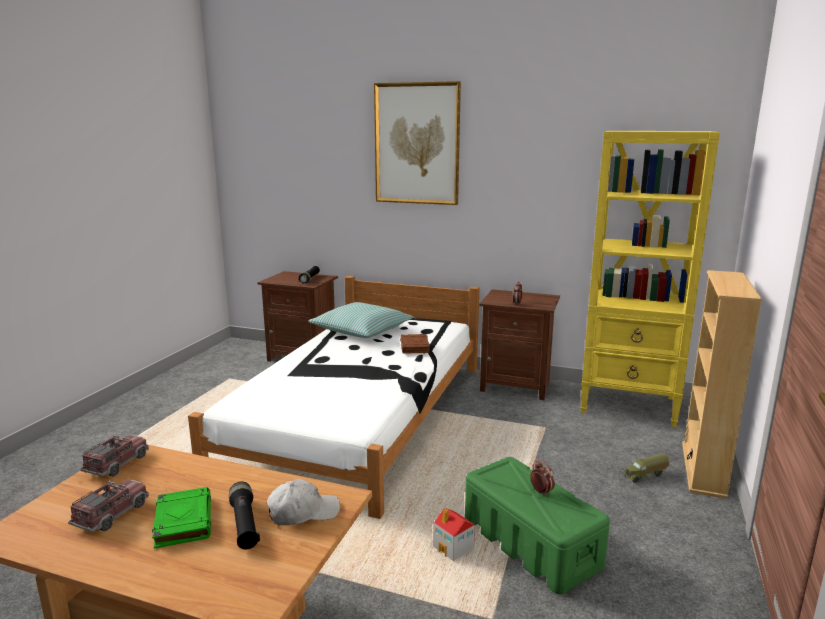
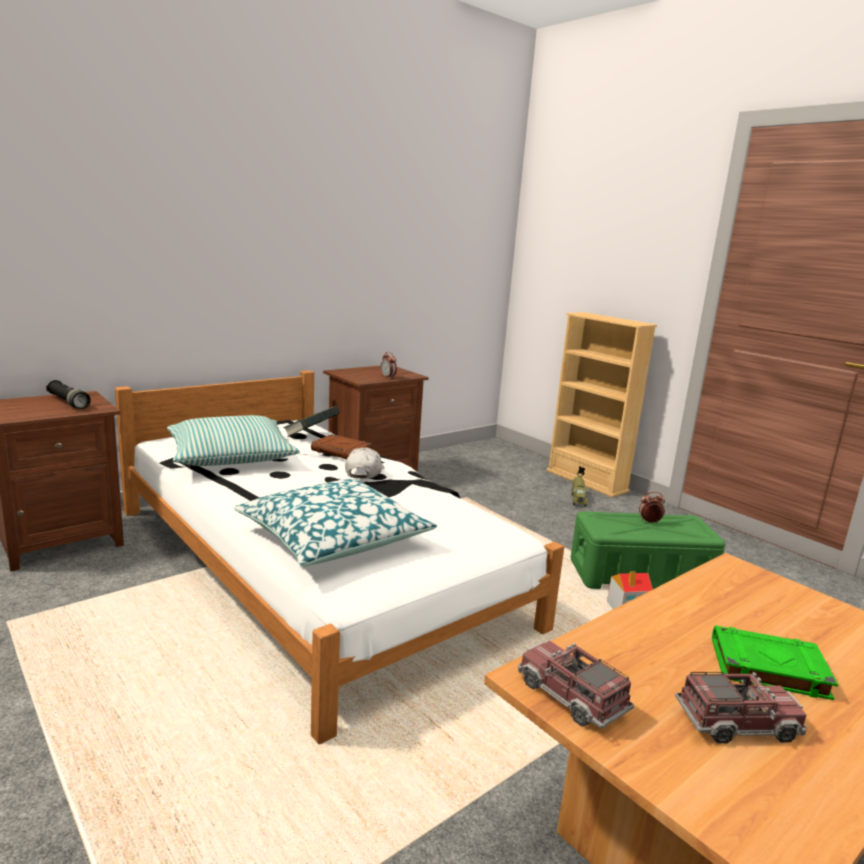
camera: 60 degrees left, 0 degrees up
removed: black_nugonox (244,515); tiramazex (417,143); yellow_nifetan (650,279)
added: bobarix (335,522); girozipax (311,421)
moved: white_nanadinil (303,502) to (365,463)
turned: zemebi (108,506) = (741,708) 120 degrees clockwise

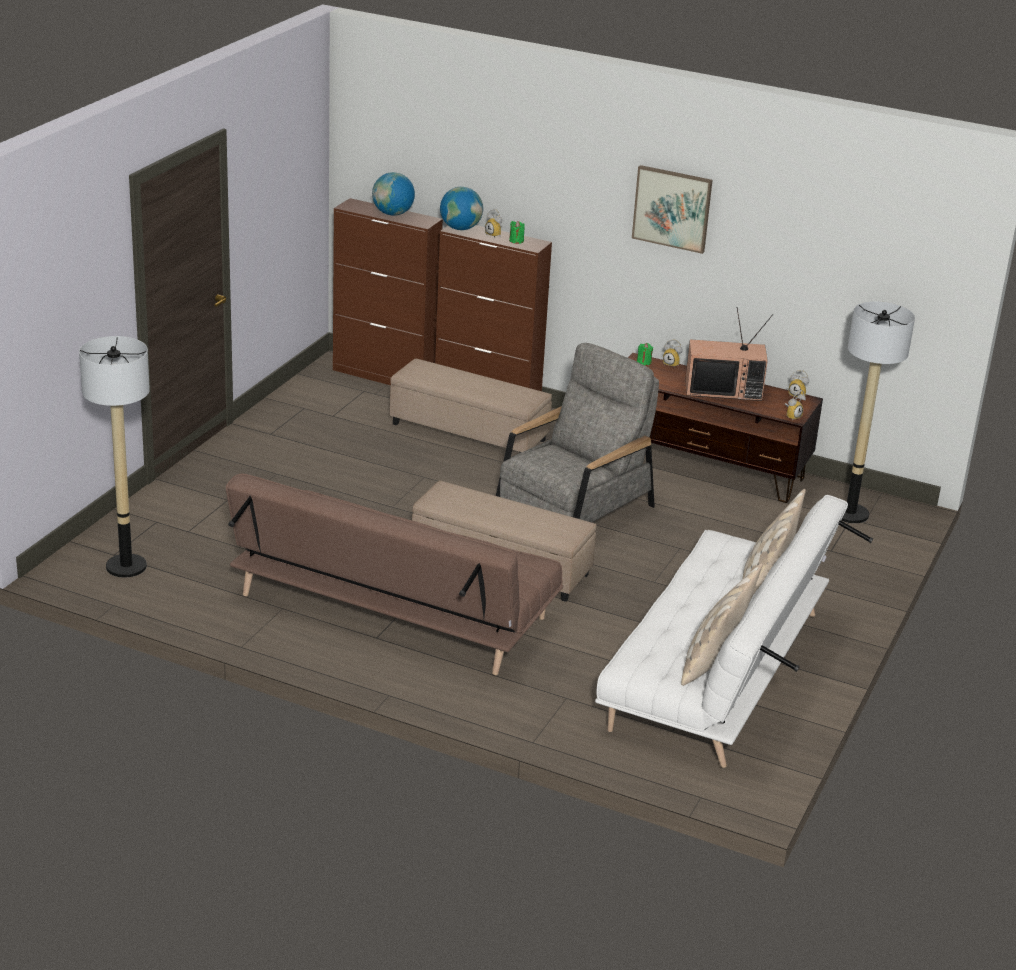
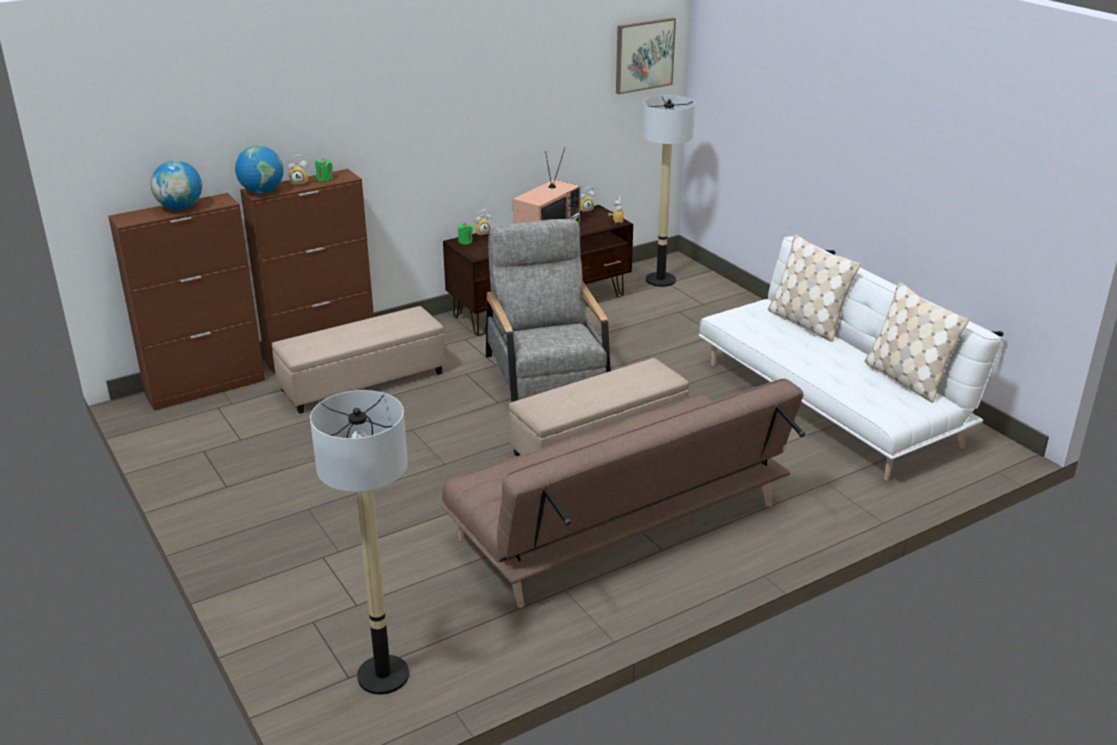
camera: 55 degrees left, 0 degrees up
moved: tiramazex (672,209) to (646,55)

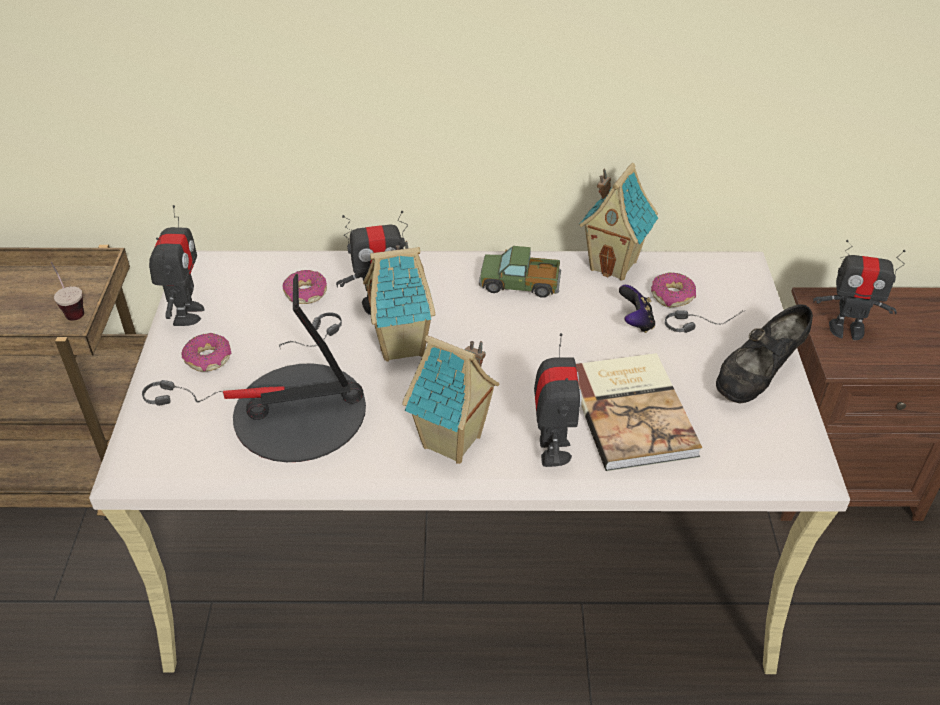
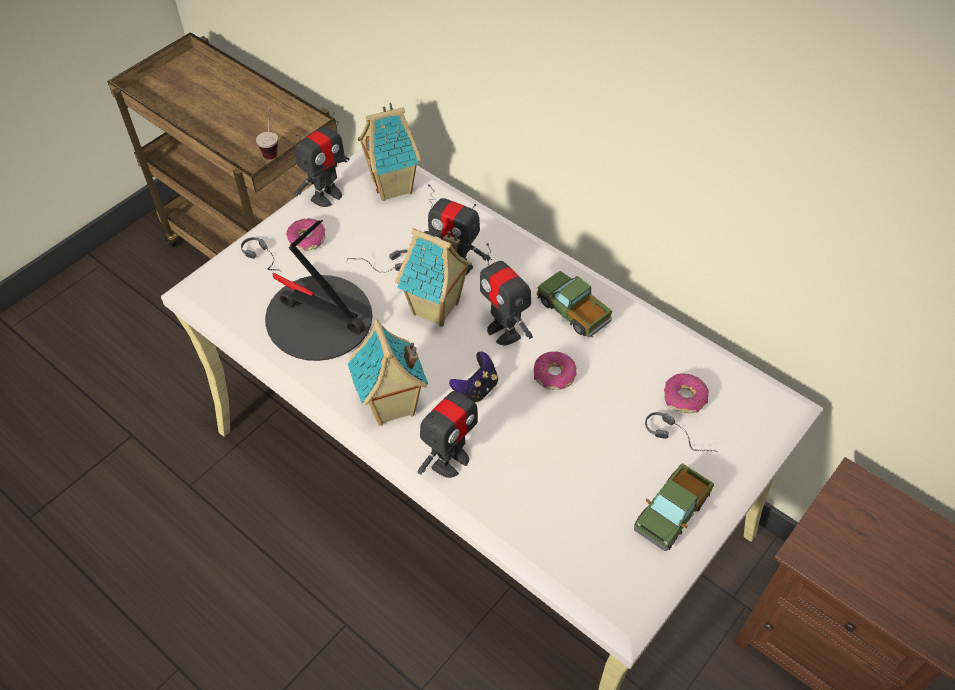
camera: 40 degrees right, 10 degrees up
removed: girozipax (639,412)
moved: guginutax (304,287) to (555,371); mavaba (618,222) to (389,151); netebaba (637,309) to (473,377); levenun (859,290) to (506,294)
replaced: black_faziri (764,354) to zemebi (674,507)

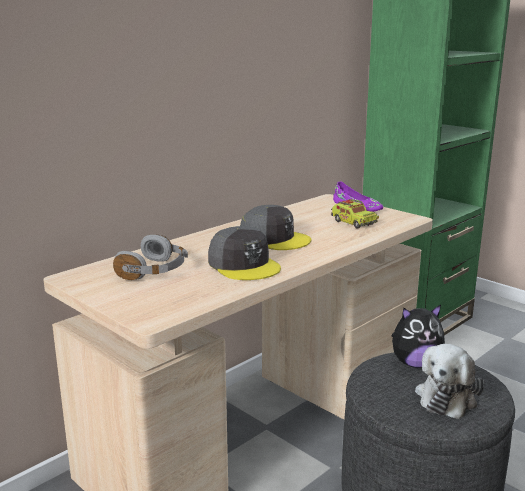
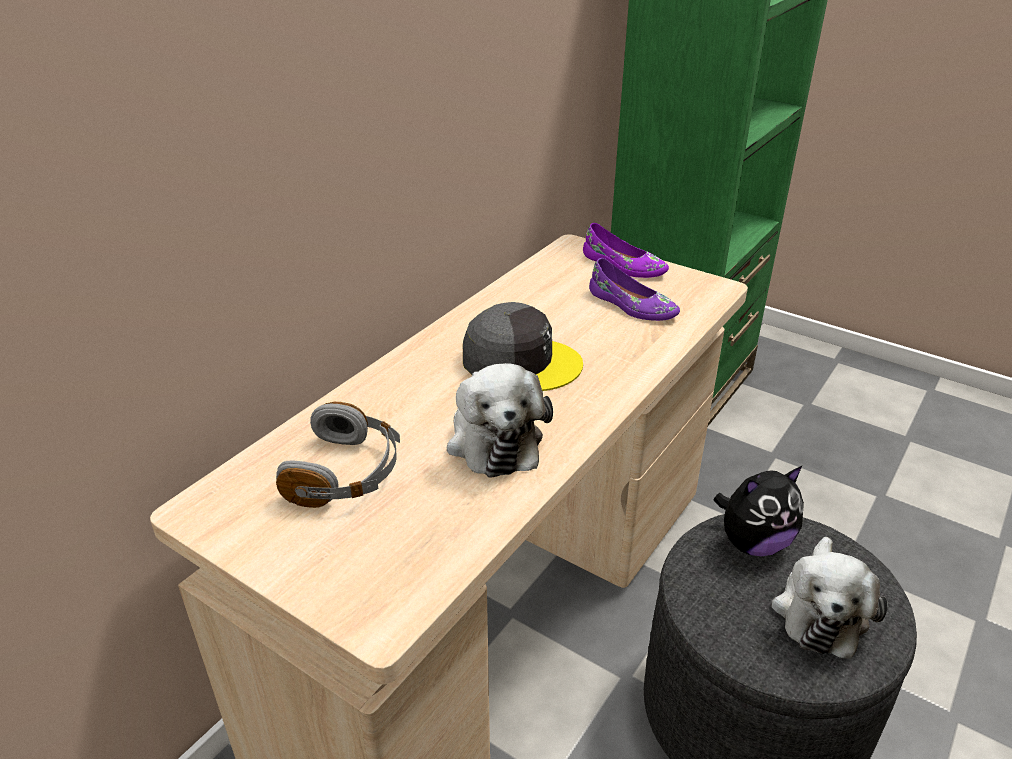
camera: 10 degrees left, 15 degrees up
replaced: grey_nanadinil (244,253) to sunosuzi (500,420); zemebi (355,214) to purple_faziri (634,289)

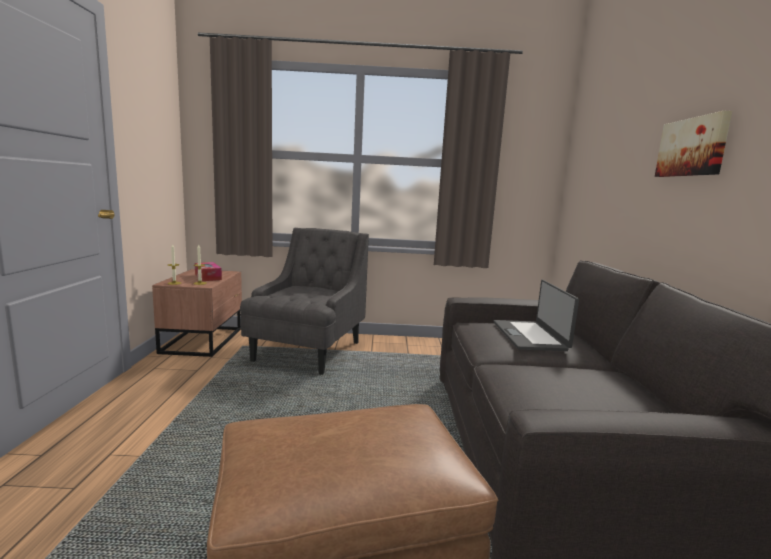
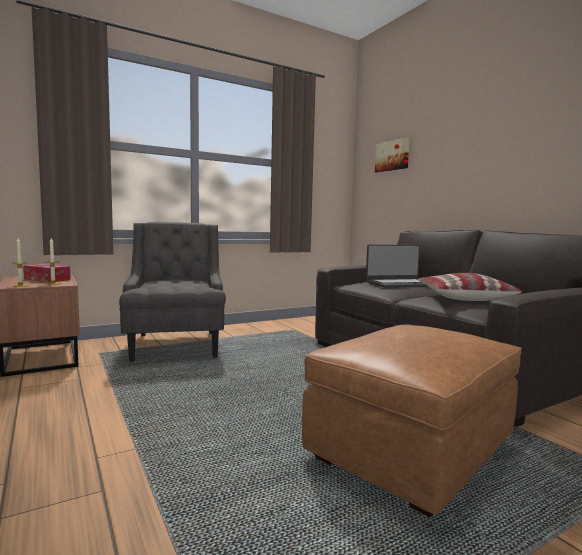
camera: 30 degrees left, 5 degrees down
added: bobarix (470,287)
moved: tiramazex (693,144) to (392,155)
turned: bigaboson (536,315) = (396,265) 75 degrees counterclockwise

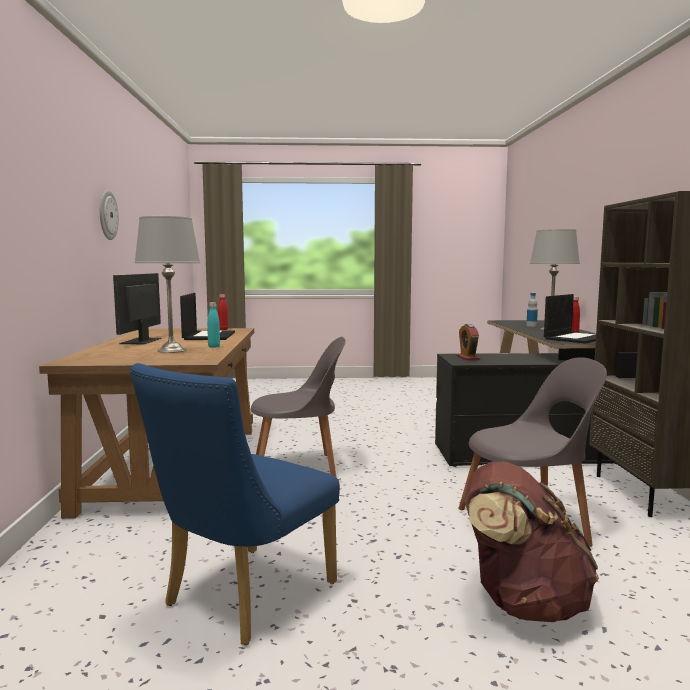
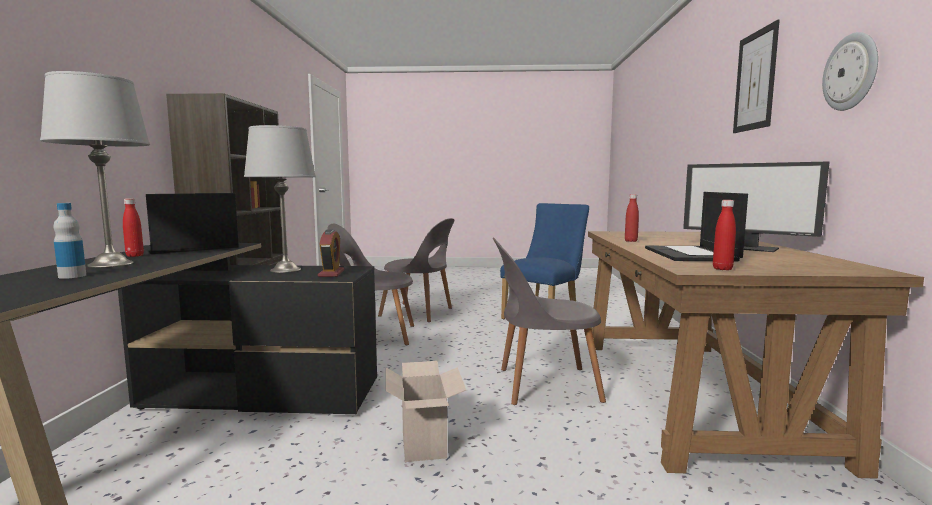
camera: 175 degrees left, 0 degrees up
added: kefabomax (426,411); tiramazex (756,76)
moved: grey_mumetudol (167,284) to (280,199)
replaced: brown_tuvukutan (531,542) to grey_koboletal (416,270)
recoloured: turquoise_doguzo (213,325) to red_doguzo (632,218)
turned: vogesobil (137,308) = (756,206) 120 degrees clockwise

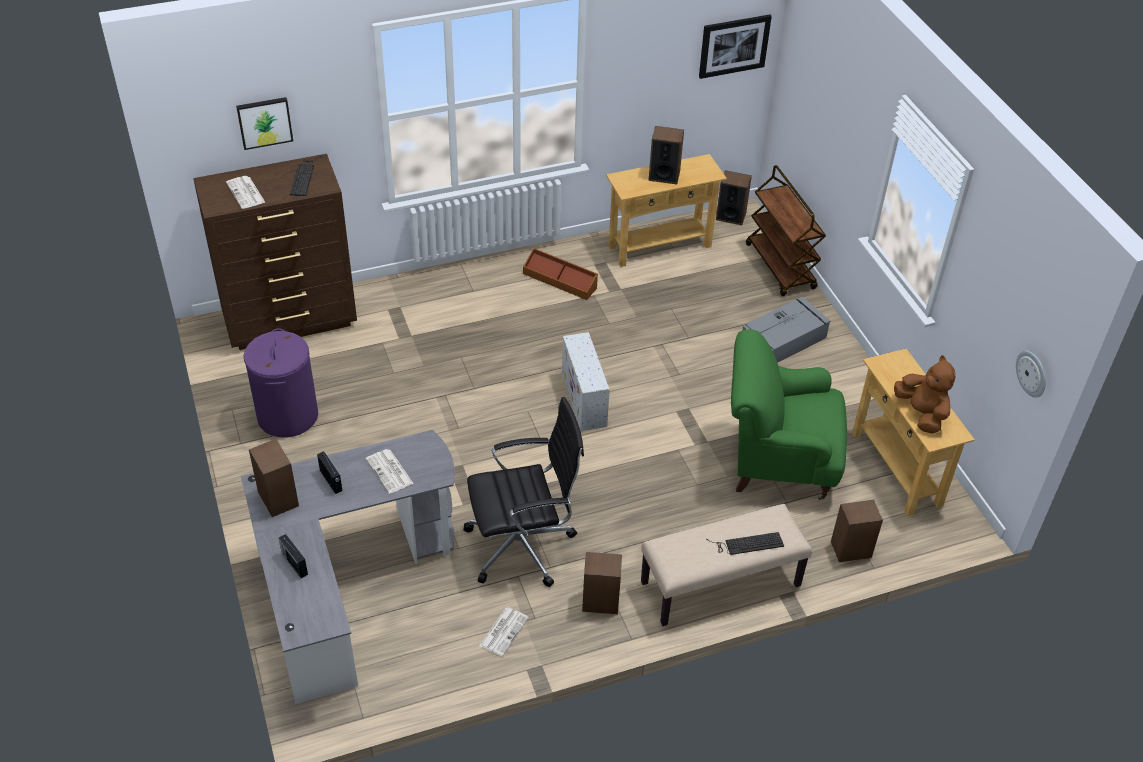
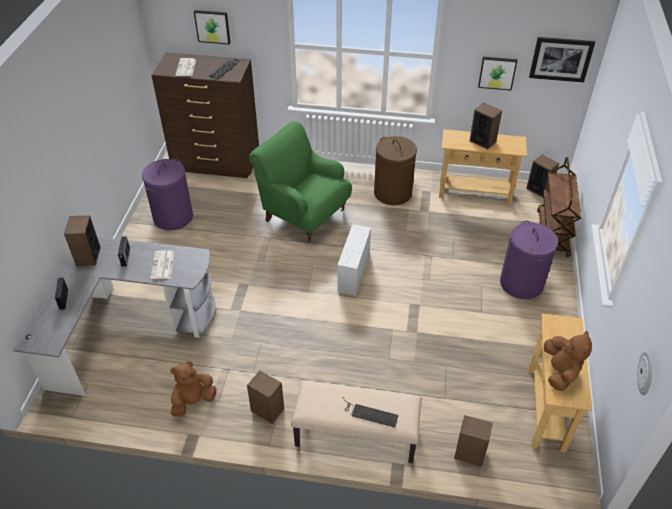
camera: 30 degrees right, 0 degrees up
removed: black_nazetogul (523,492)
added: tiramazex (497,74)
moved: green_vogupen (789,414) to (300,181)
replaced: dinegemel (504,631) to brown_sunosuzi (193,389); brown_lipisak (560,274) to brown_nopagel (395,170); grey_lipisak (787,330) to purple_nopagel (529,260)

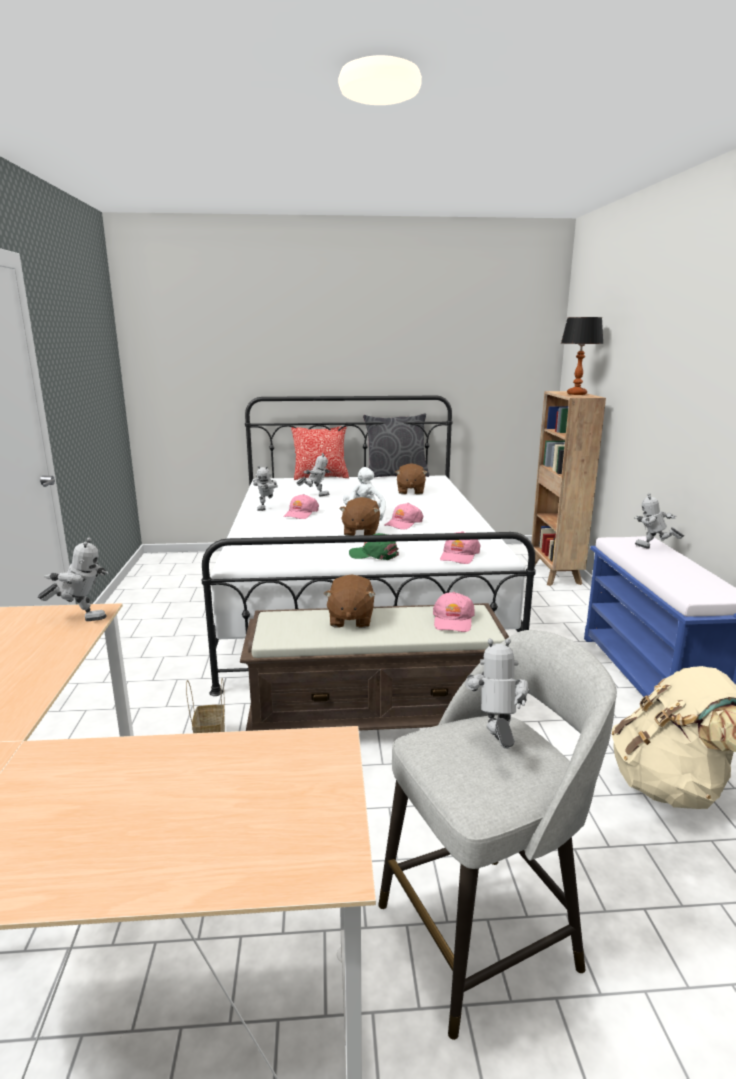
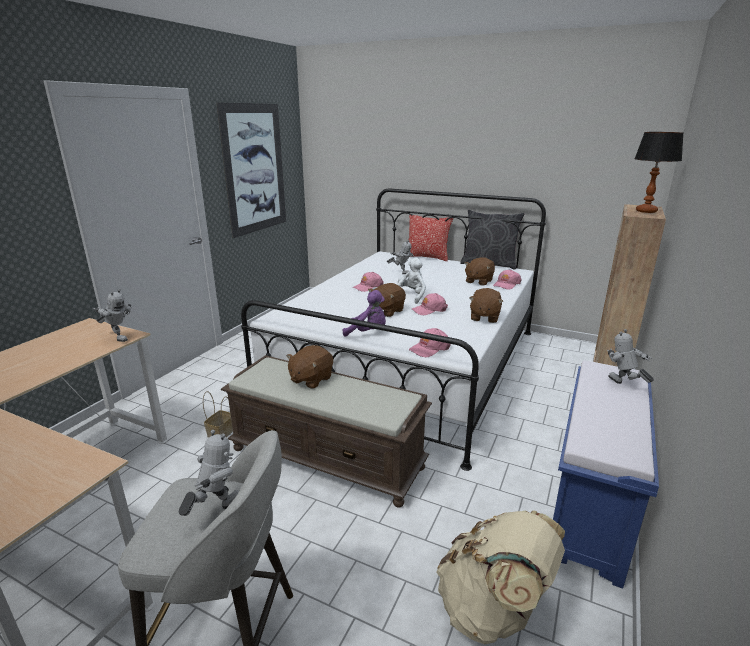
camera: 30 degrees right, 5 degrees up
removed: levenun (265,488)
added: tiramazex (251,170); brown_sunosuzi (486,305)
moved: pink_nanadinil (454,612) to (507,279)
replaced: green_nanadinil (374,546) to purple_sunosuzi (364,313)

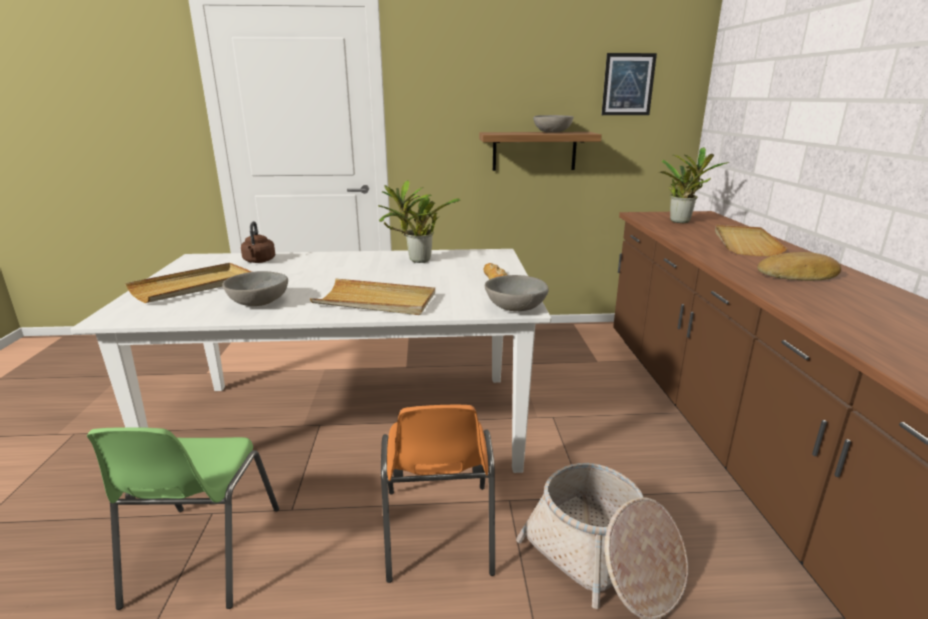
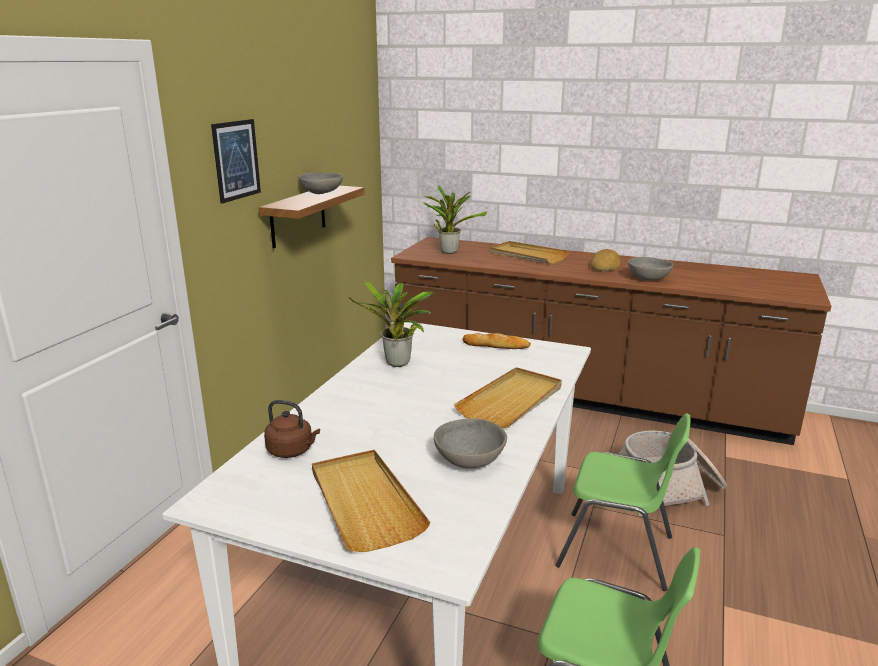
camera: 65 degrees left, 0 degrees up
moved: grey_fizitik (517,293) to (650,269); tiramazex (629,84) to (236,161)
recoloured: orange_koboletal (438,494) to green_koboletal (622,502)

